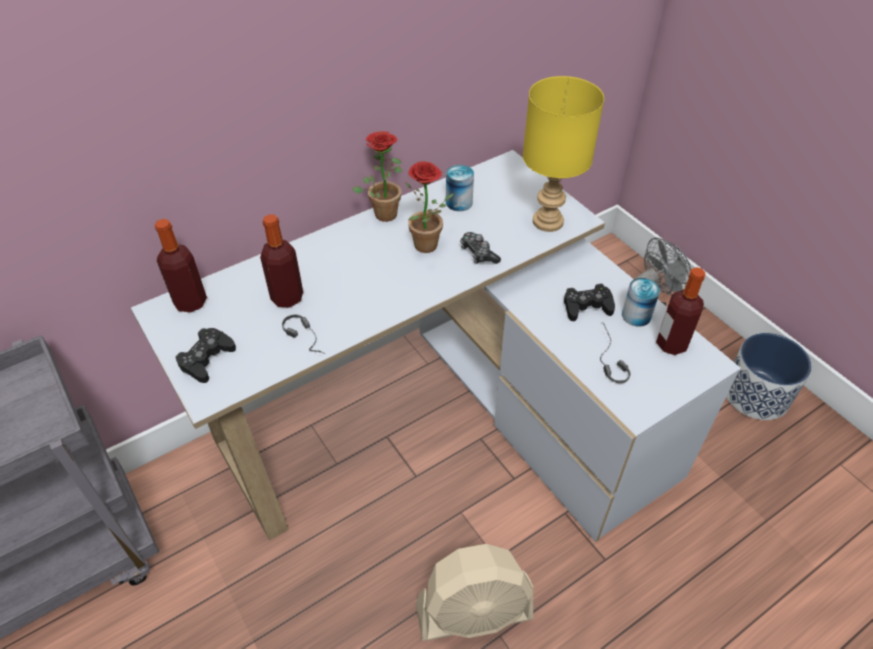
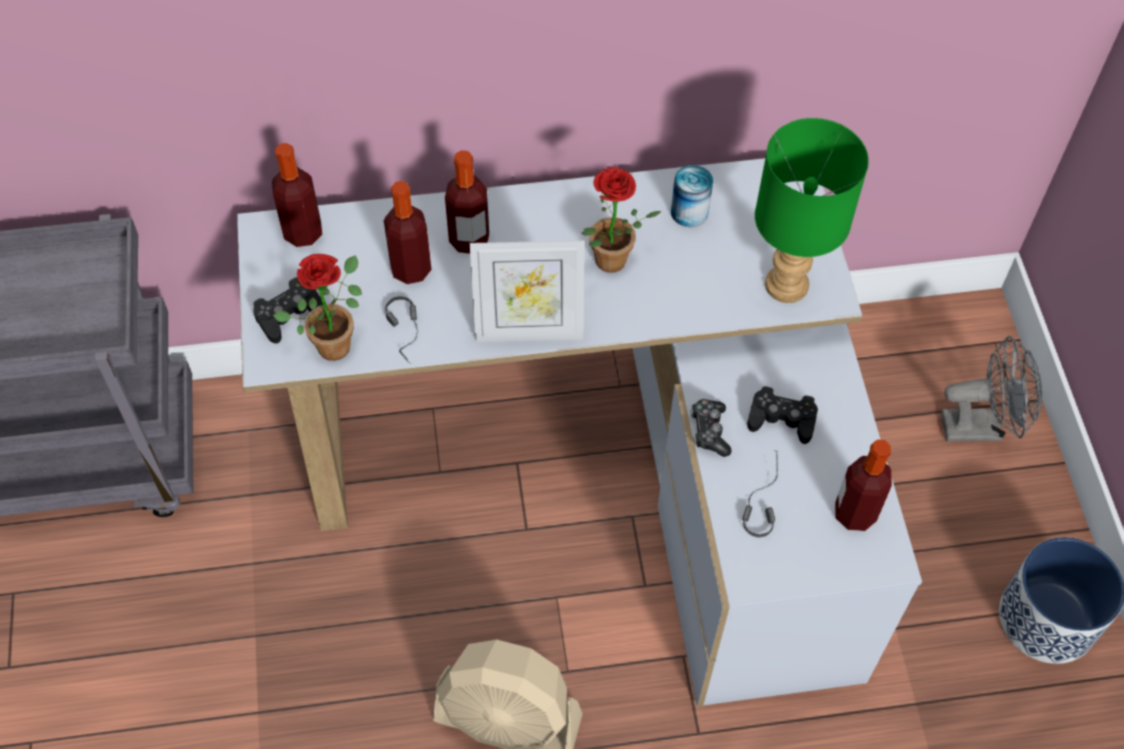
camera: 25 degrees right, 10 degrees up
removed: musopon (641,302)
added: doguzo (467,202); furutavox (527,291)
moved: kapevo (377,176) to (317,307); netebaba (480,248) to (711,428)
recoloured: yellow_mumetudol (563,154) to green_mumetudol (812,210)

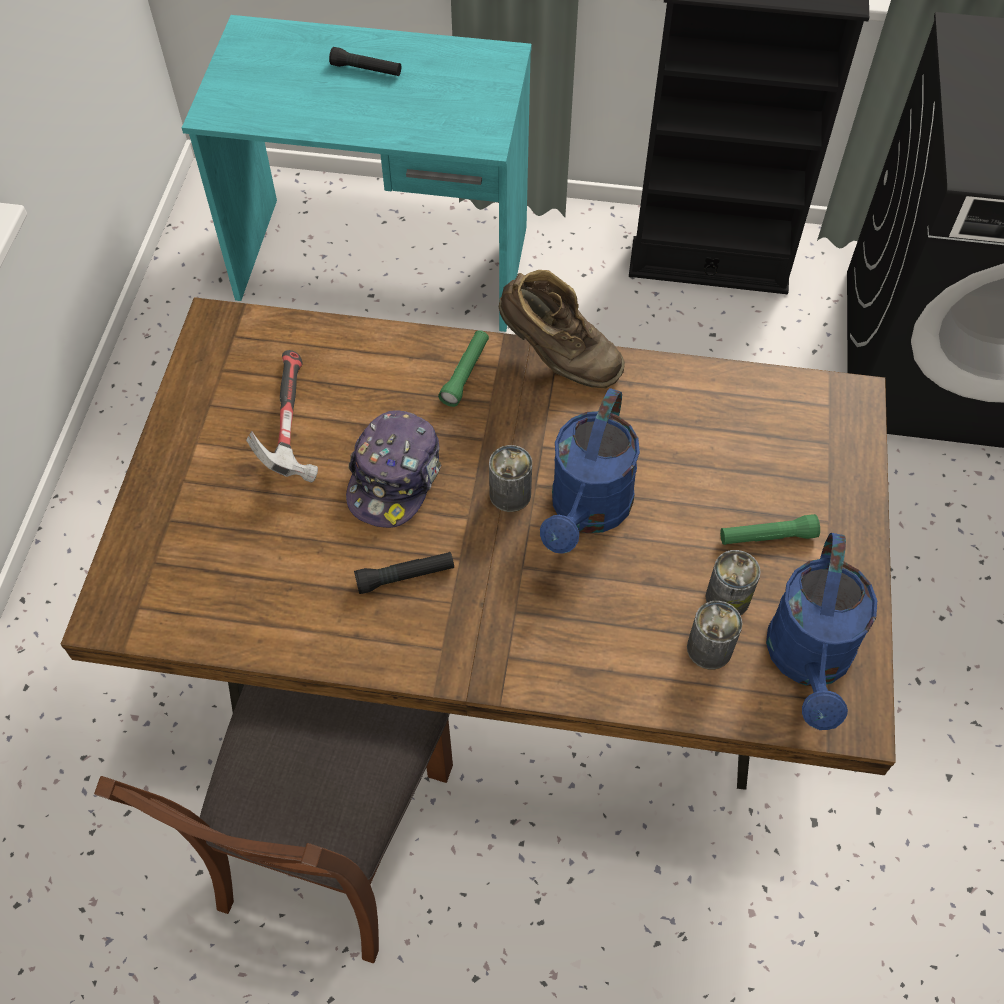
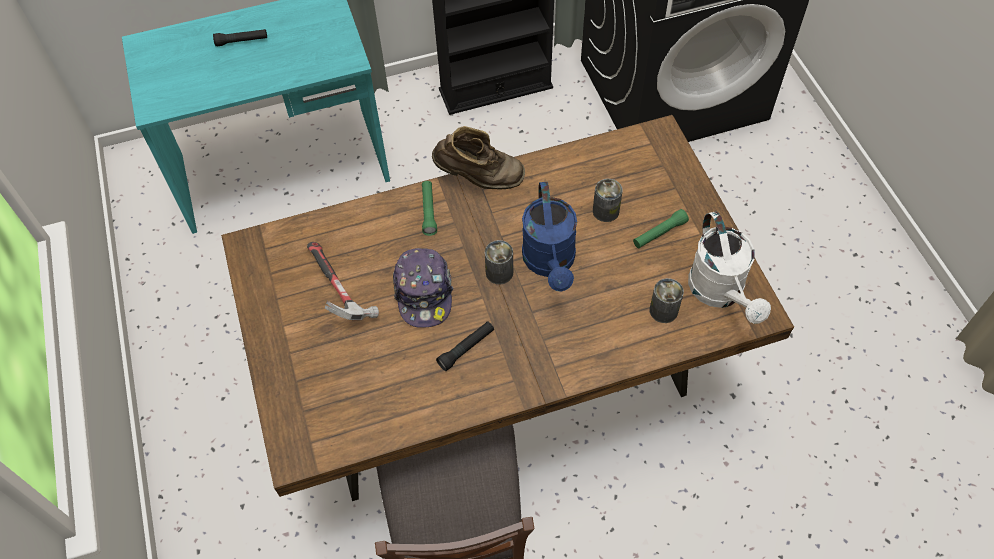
camera: 25 degrees left, 0 degrees up
moved: musopon (733,583) to (608,200)
recoloured: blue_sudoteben (821,631) to white_sudoteben (729,267)

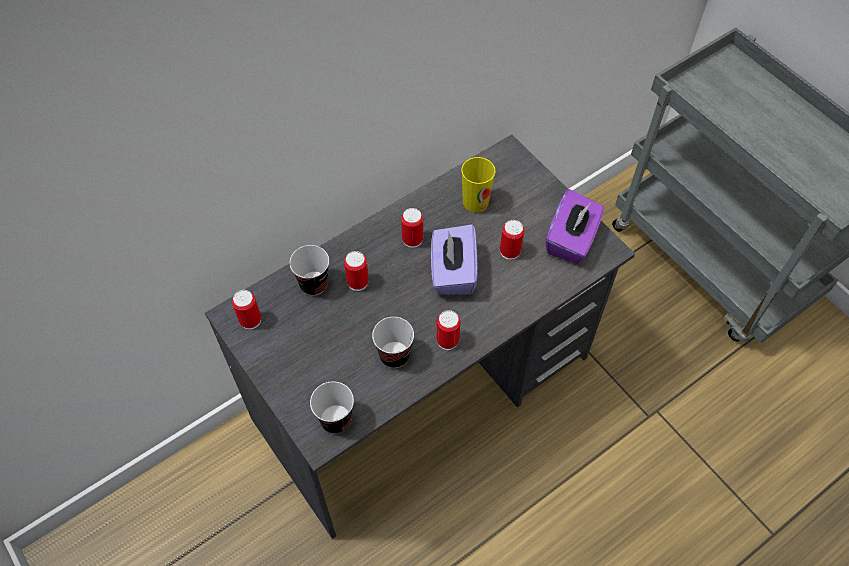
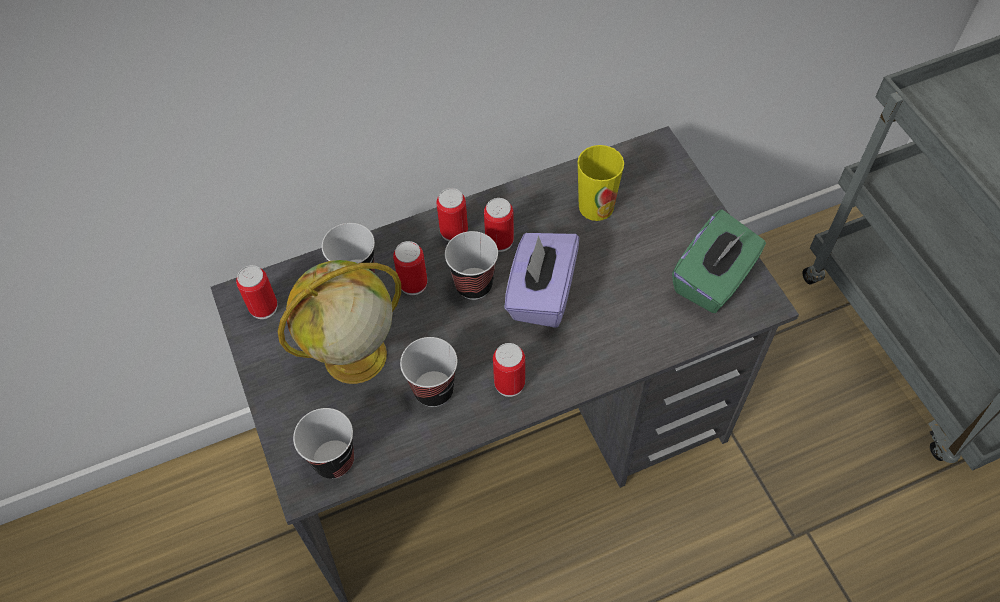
camera: 15 degrees right, 0 degrees up
added: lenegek (339,322); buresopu (471,265)
moved: musopon (512,240) to (452,215)
recoloured: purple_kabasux (575,226) to green_kabasux (719,261)

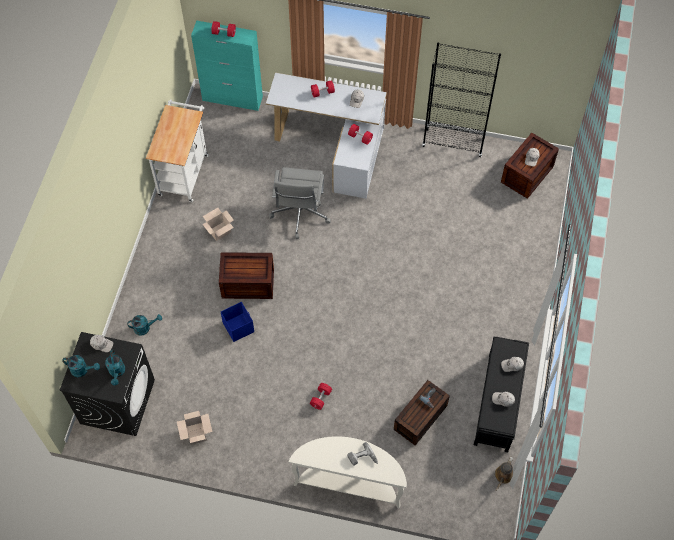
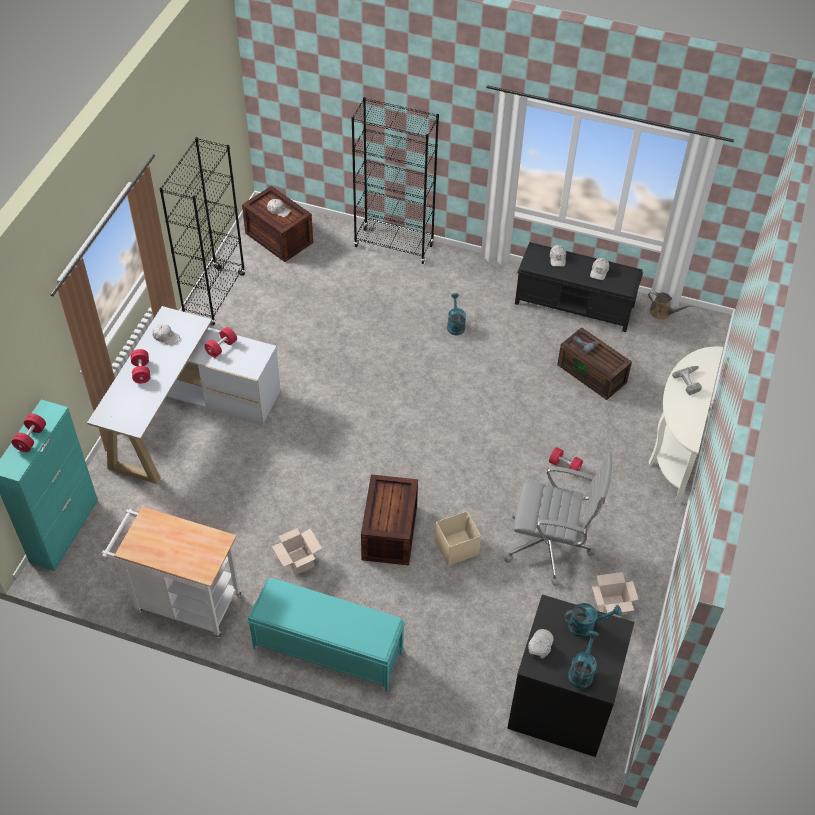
camera: 85 degrees left, 10 degrees down
added: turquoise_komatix (326,635); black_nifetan (395,180)
moved: turquoise_sudoteben (144,325) to (456,314); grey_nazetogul (299,203) to (558,519)
recoloured: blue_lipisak (237,322) to beige_lipisak (458,538)

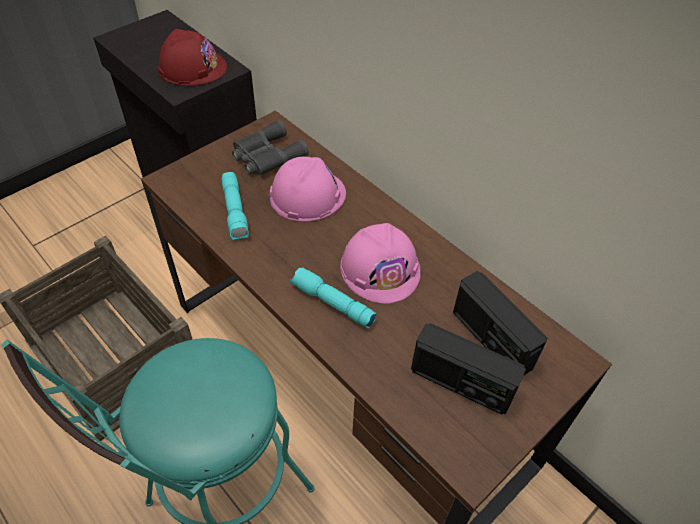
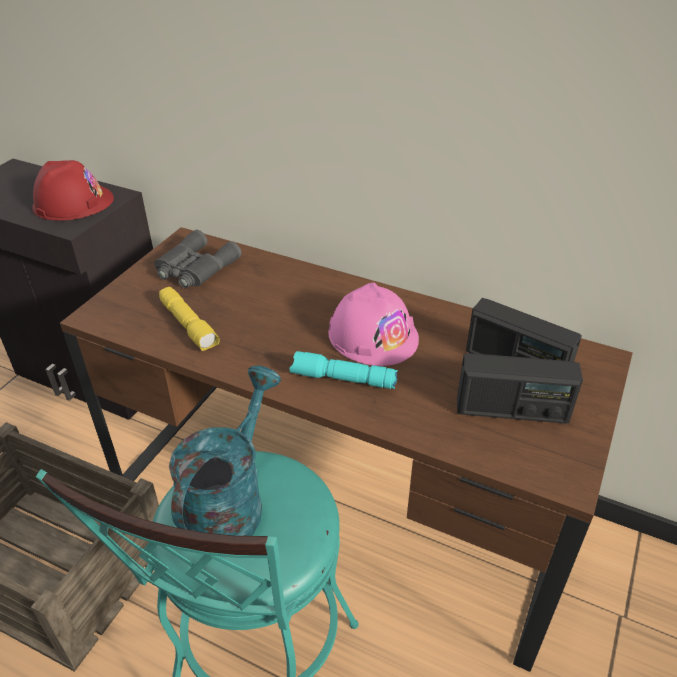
camera: 20 degrees left, 10 degrees down
removed: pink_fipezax (307,189)
added: turquoise_sudoteben (225,450)
recoloured: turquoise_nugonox (235,206) to yellow_nugonox (189,319)

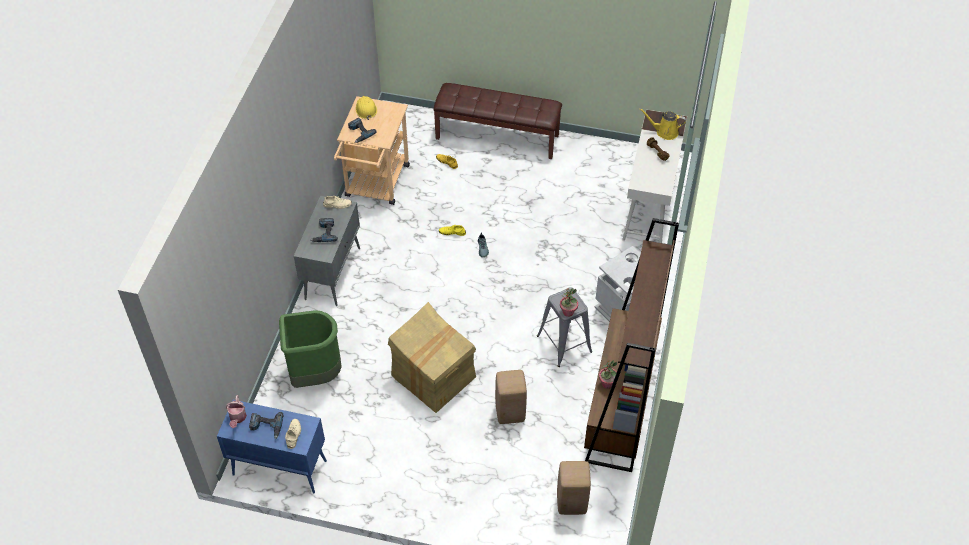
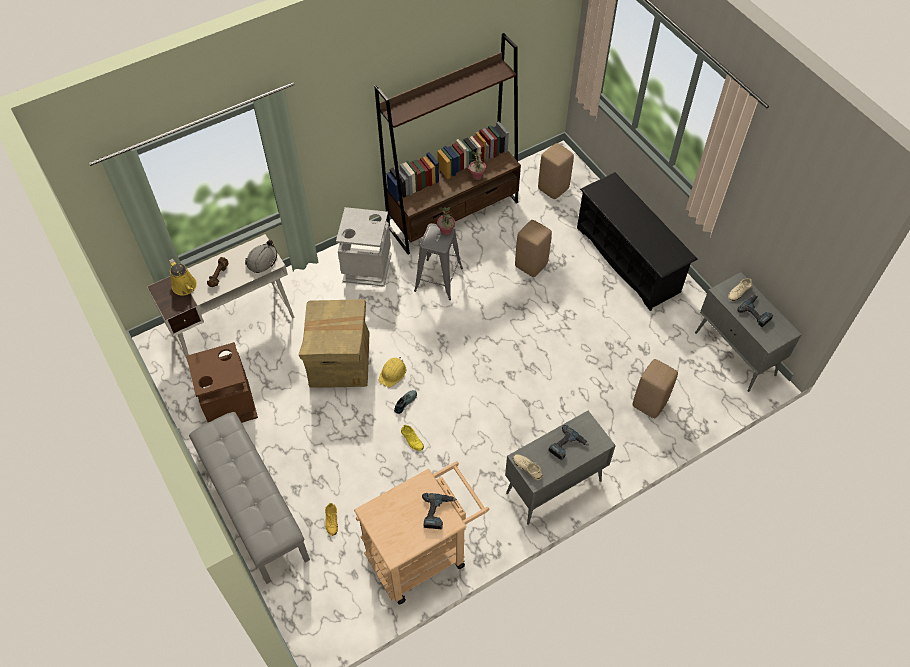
camera: 135 degrees left, 5 degrees up
removed: sudoteben (236,411)
added: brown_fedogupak (222,382); grey_fipezax (261,256); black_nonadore (637,241)
moved: yellow_fipezax (366,108) to (392,372); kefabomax (432,357) to (334,343)
replaced: green_fedogupak (310,349) to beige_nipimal (655,388)
recoloured: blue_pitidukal (272,446) to grey_pitidukal (748,332); brown_komatix (497,121) to grey_komatix (249,498)

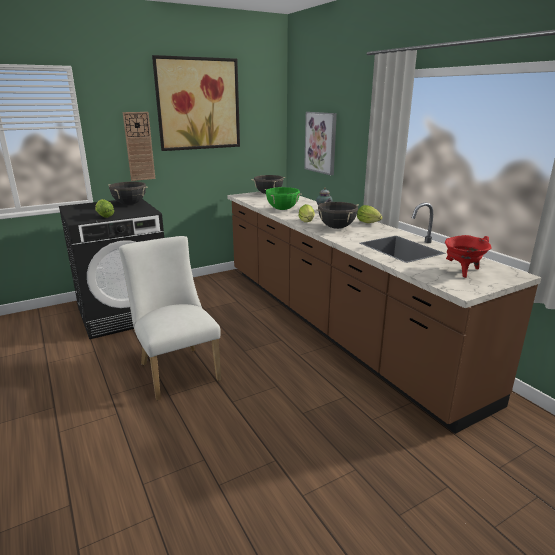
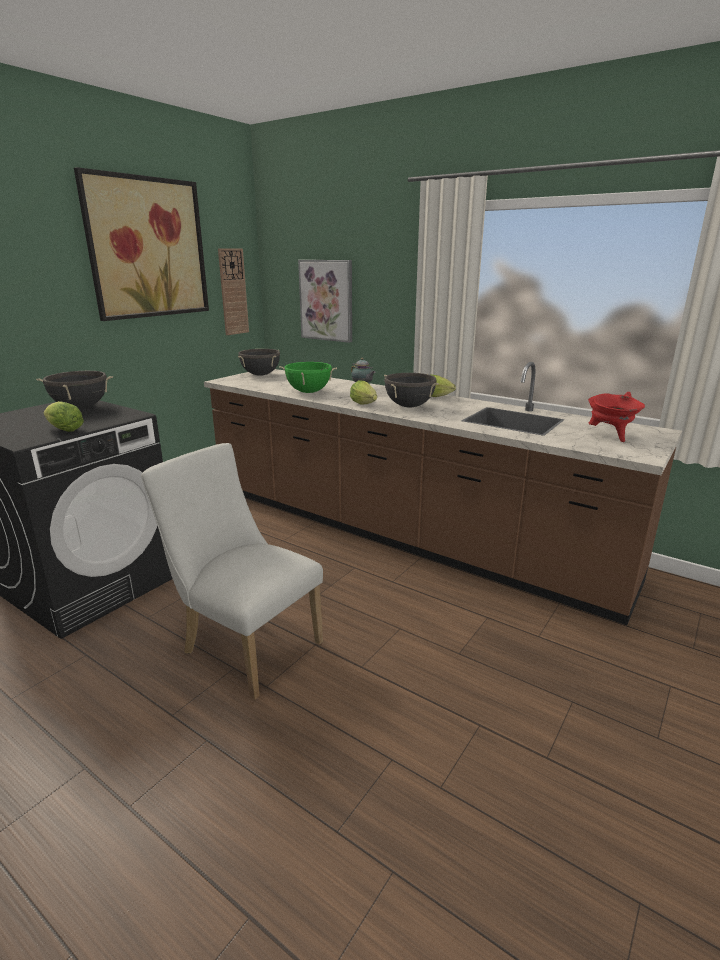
camera: 25 degrees left, 0 degrees up
moved: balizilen (139,146) to (233,291)

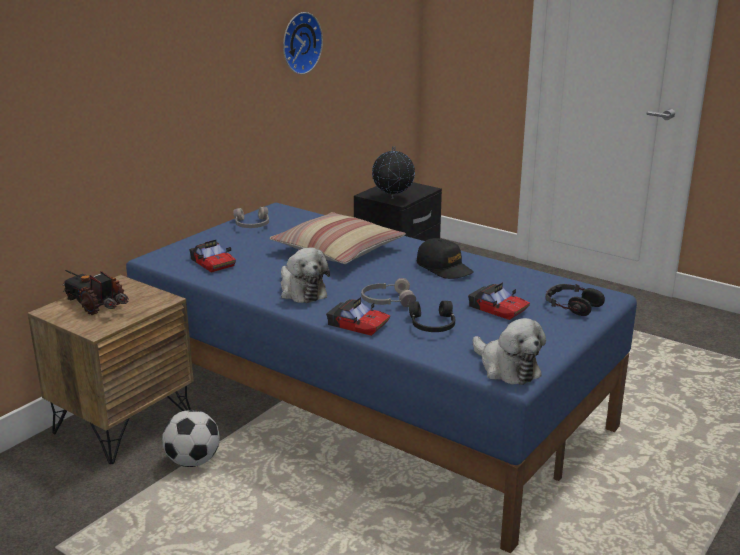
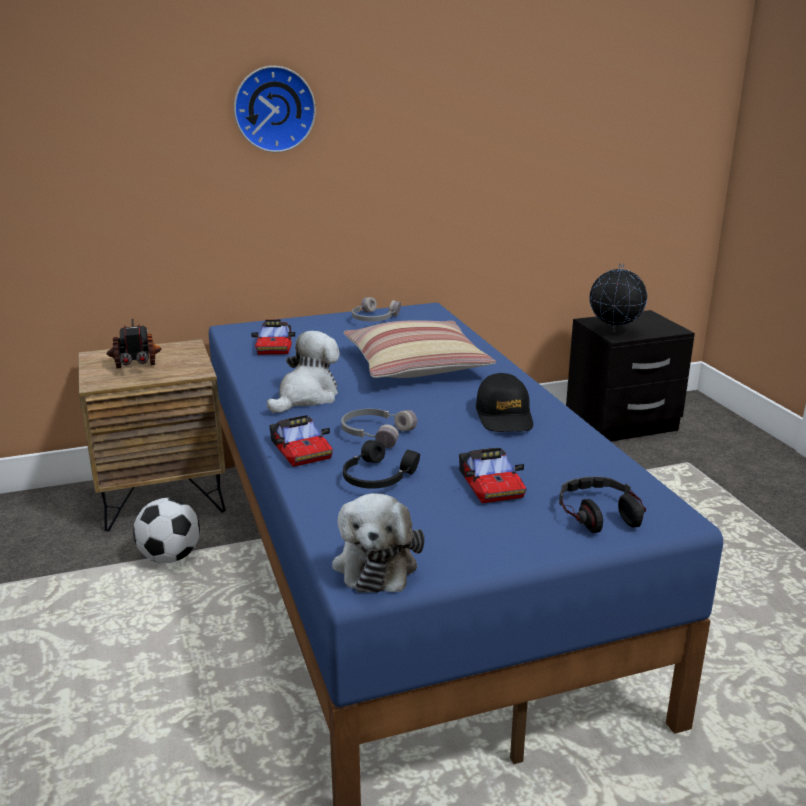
camera: 35 degrees right, 0 degrees up
moved: balizilen (303,43) to (275,109)
turned: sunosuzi (305,275) = (303,372) 150 degrees counterclockwise

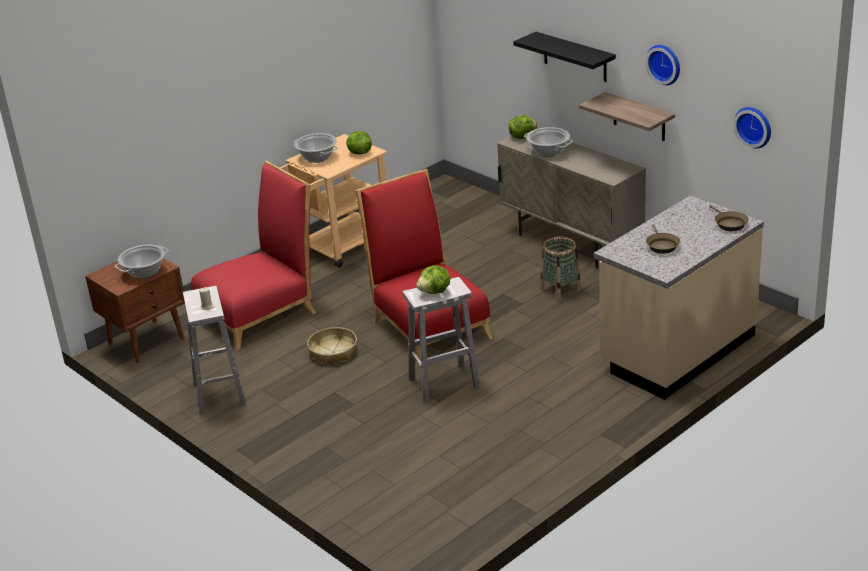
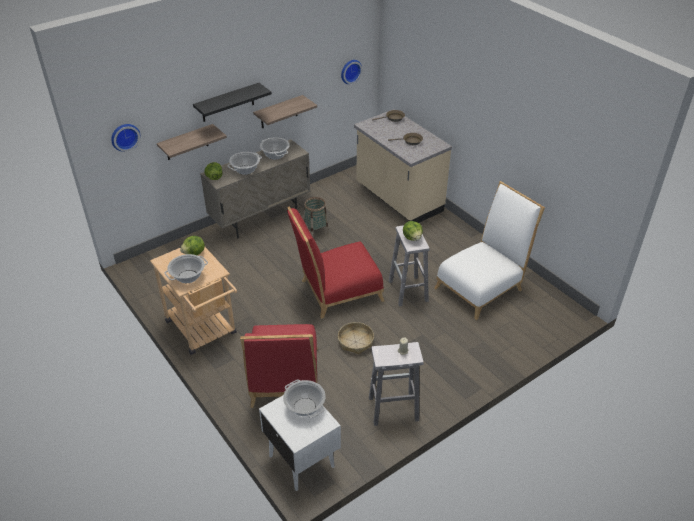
camera: 85 degrees left, 10 degrees up
added: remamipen (192,142); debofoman (275,148); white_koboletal (489,250)
moved: balizilen (662,65) to (125,138)
recoloured: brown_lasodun (135,310) to white_lasodun (300,443)
turned: red_koboletal (253,255) = (278,366) 150 degrees counterclockwise

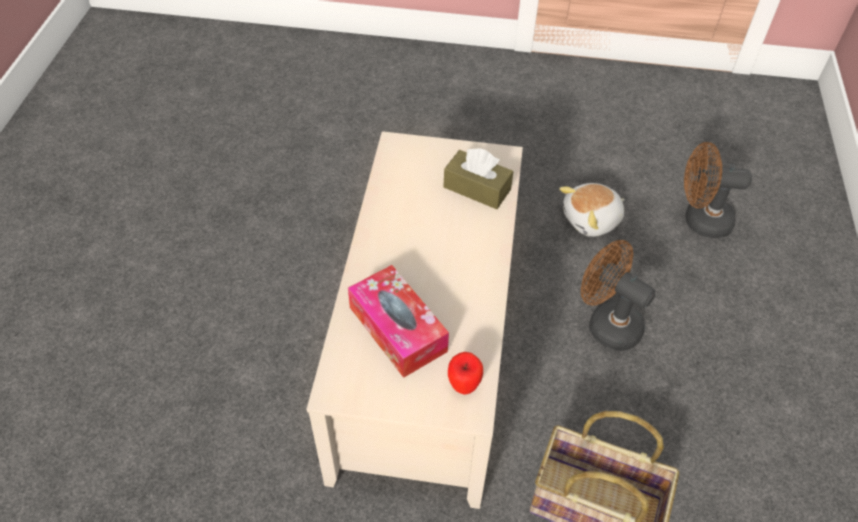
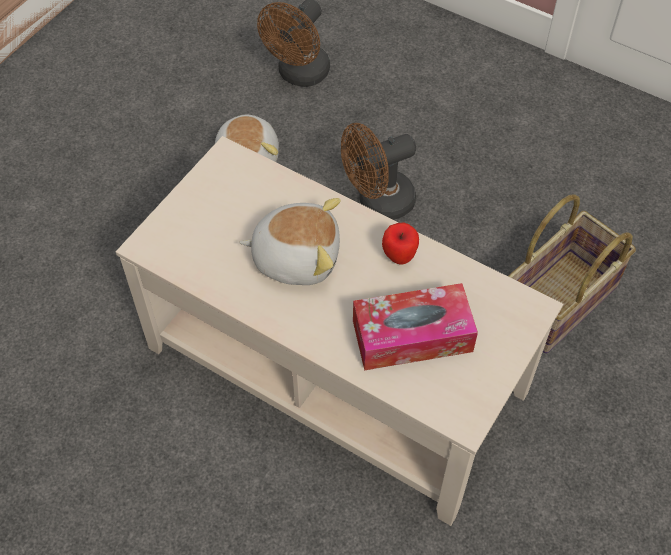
camera: 65 degrees left, 5 degrees up
removed: brown_kabasux (478,178)
added: sunosuzi (290,241)
moved: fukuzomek (465,373) to (400,243)

